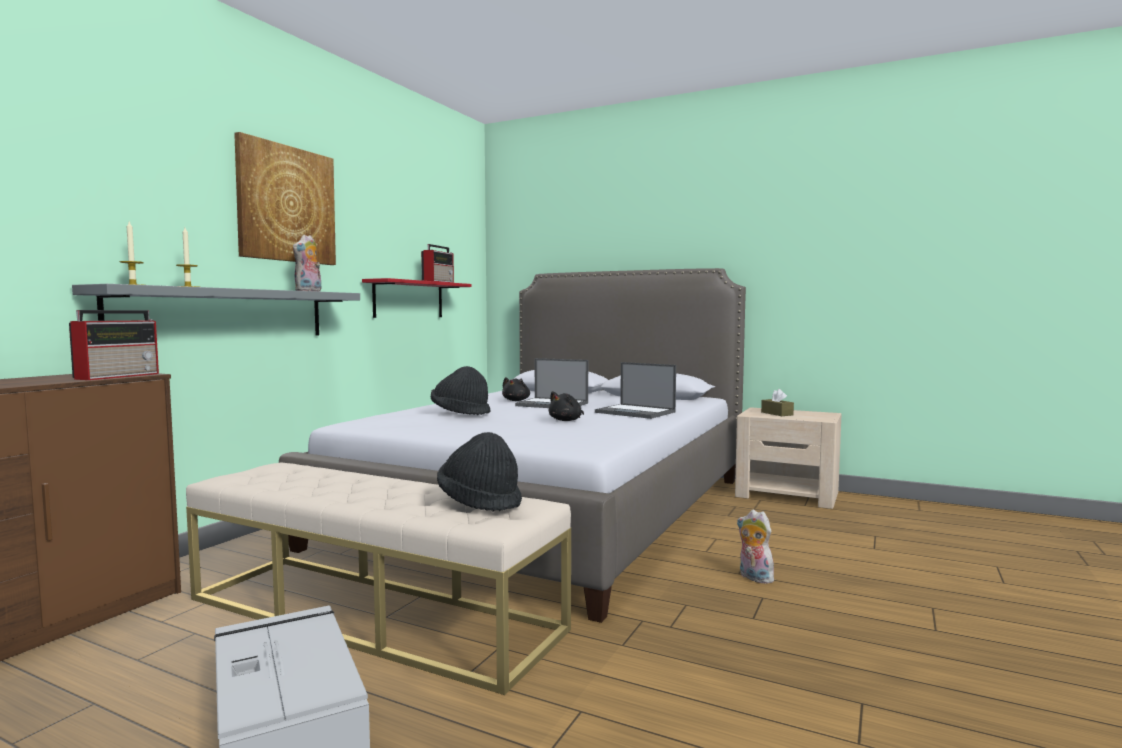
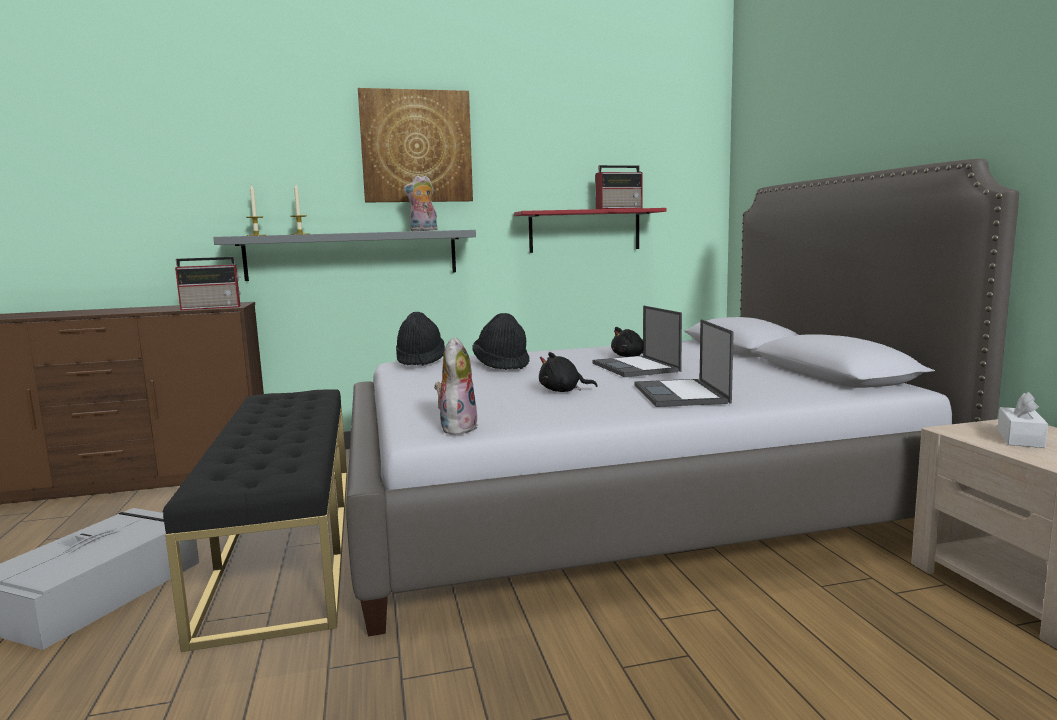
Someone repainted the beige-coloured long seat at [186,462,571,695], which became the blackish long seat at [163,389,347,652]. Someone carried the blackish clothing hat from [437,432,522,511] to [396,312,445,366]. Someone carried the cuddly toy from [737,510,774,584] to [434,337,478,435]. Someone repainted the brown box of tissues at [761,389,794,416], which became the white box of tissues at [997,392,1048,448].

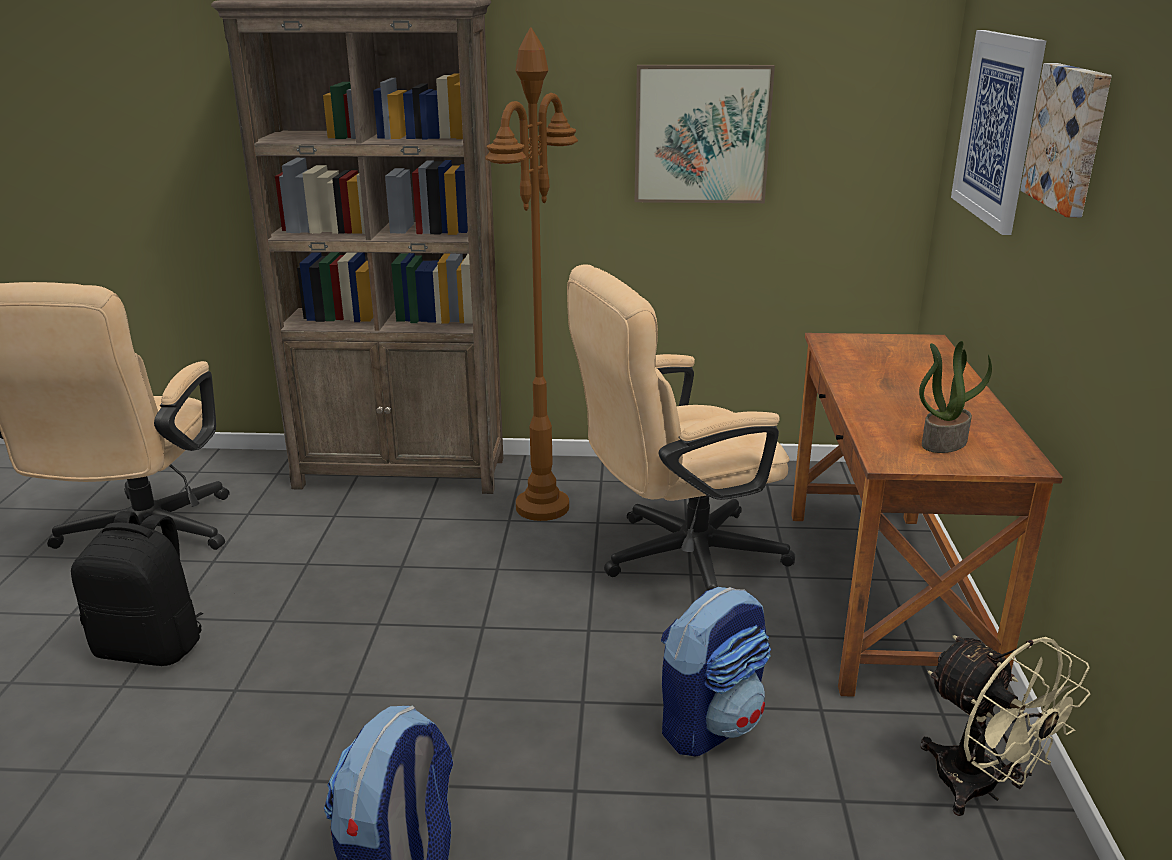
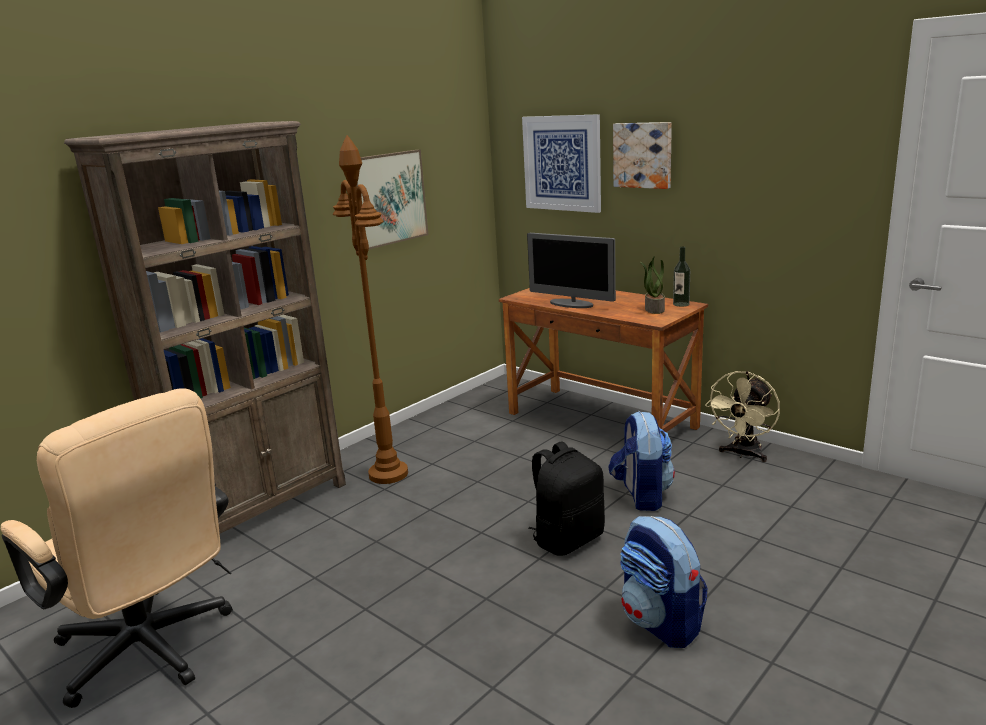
Someone carried the blackish rucksack from [71,511,203,666] to [528,441,605,556]. Someone took away the beige-coloured office chair at [567,264,795,590]. Someone rotated the beige-coloured cooling fan at [920,635,1090,816] by 120 degrees clockwise. Someone put down the computer display at [527,233,616,308]. Someone put down the drink bottle at [673,246,690,307].

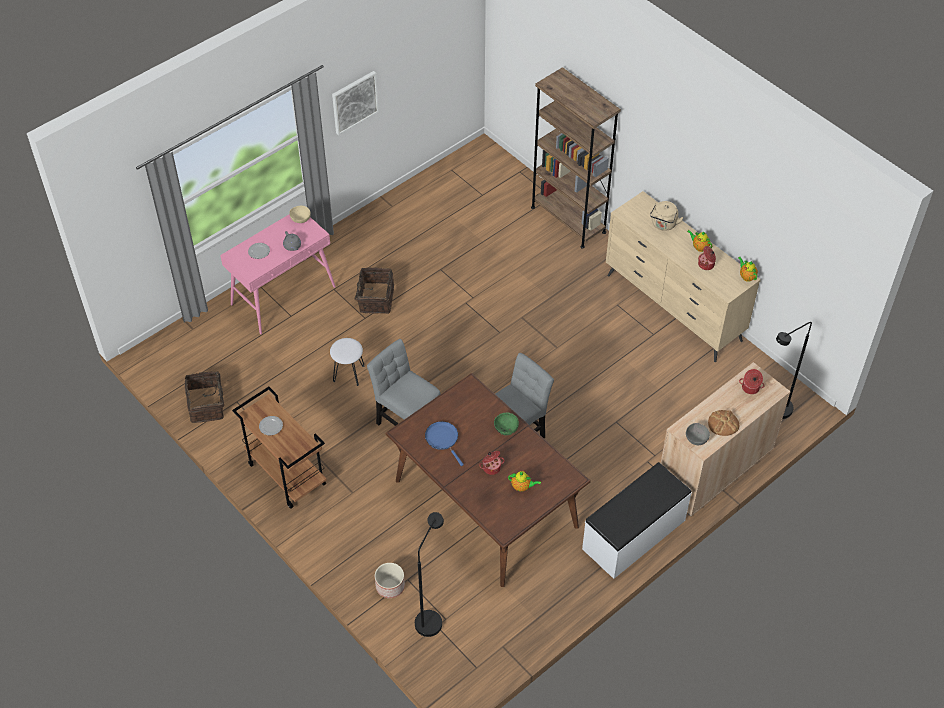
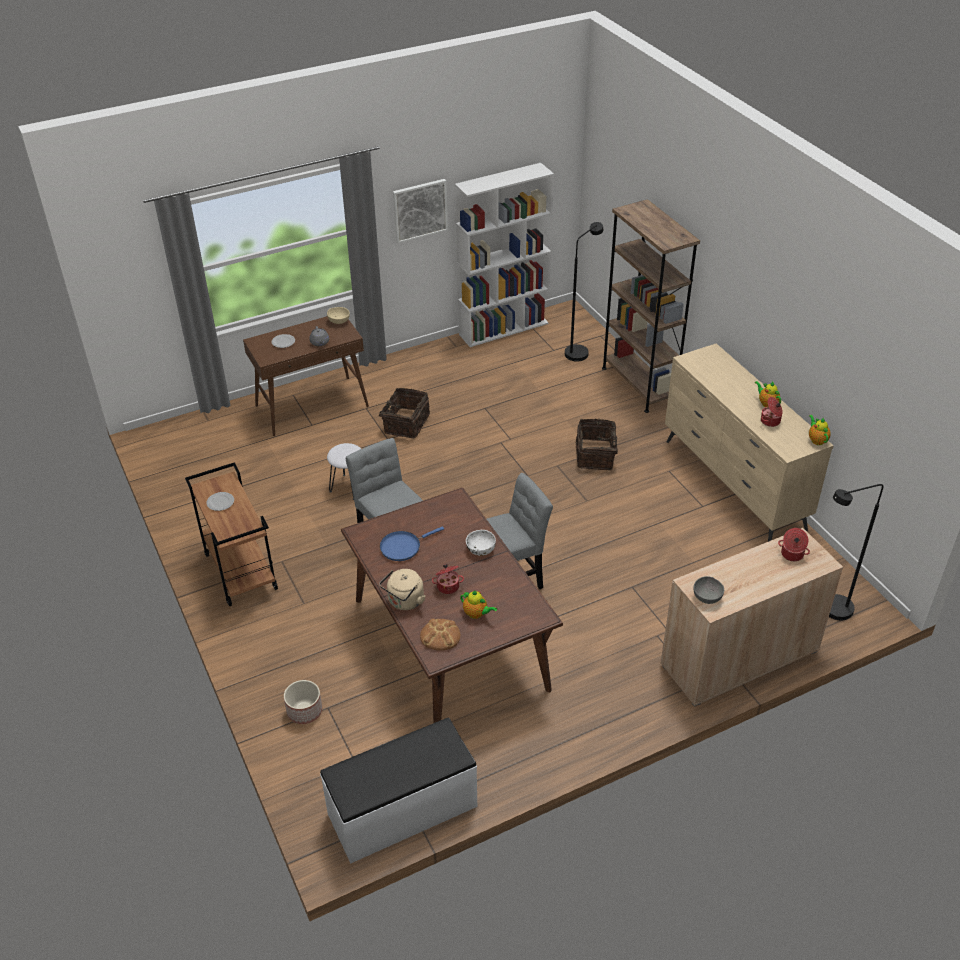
Someone carried the basket from [185,371,227,423] to [576,418,625,470]. Someone repainted the pink-coloured console table at [220,214,336,334], which became the brown console table at [243,316,369,436]. Someone carried the blackish standard lamp from [415,512,444,637] to [565,222,603,362]. Someone rotated the bluish skillet at [425,421,464,466] by 105 degrees counterclockwise. Someone repainted the green-coloured bowl at [494,412,519,435], which became the white bowl at [466,530,496,556]. Someone carried the white long seat from [582,462,692,579] to [320,717,477,864]. Someone carried the beige-coloured water kettle from [650,201,684,231] to [379,569,425,610]. Someone carried the bakery bread from [708,410,739,436] to [420,619,460,651]. Someone put down the white bookshelf at [455,163,554,347].

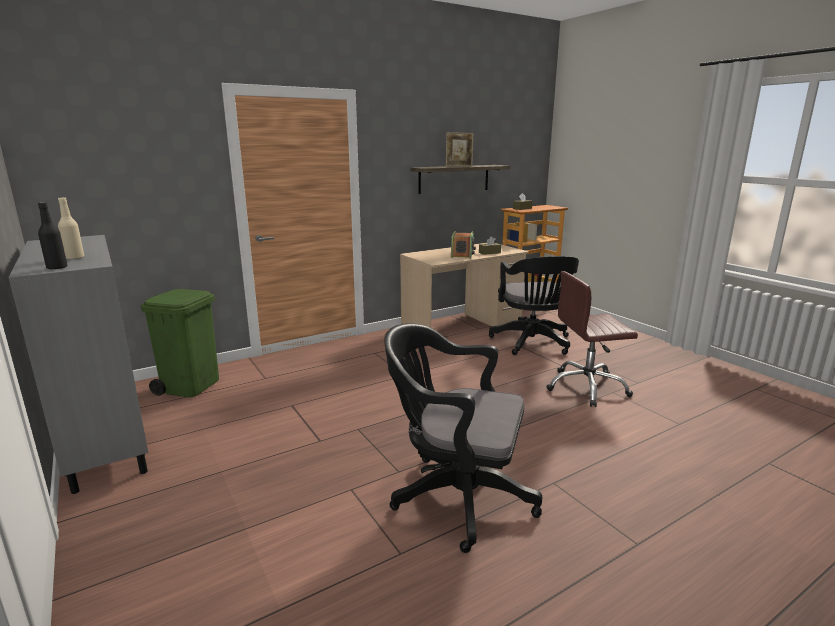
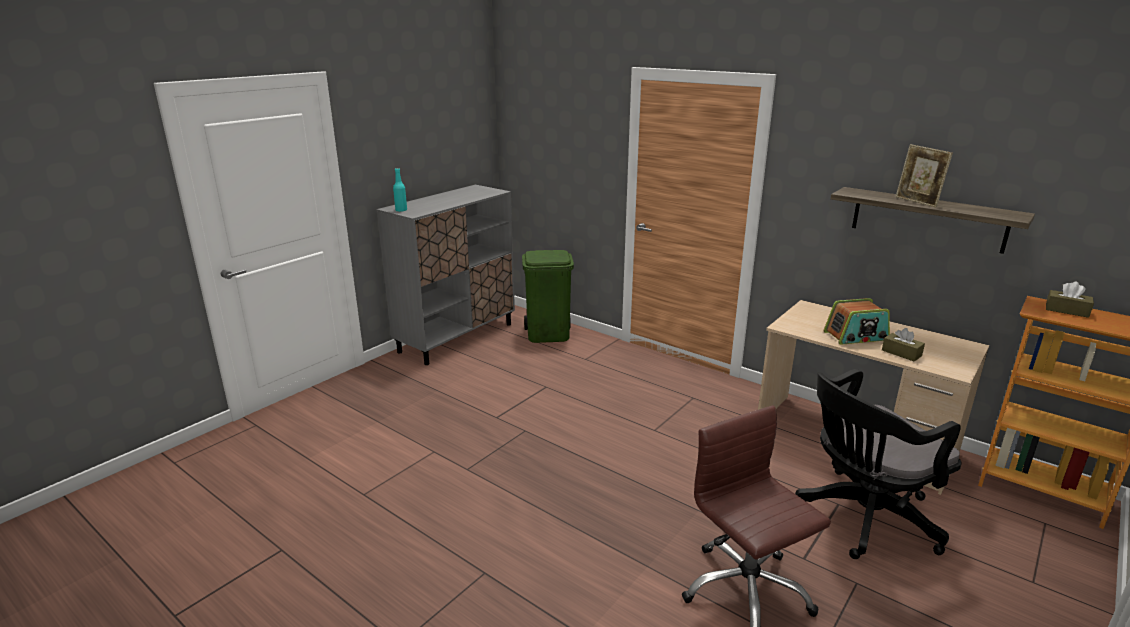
Someone repainted the blackish drink bottle at [38,202,67,270], which became the turquoise-coloured drink bottle at [393,168,407,211]. Someone took away the beige-coloured drink bottle at [58,197,84,259]. Someone took away the blackish office chair at [384,323,542,553].

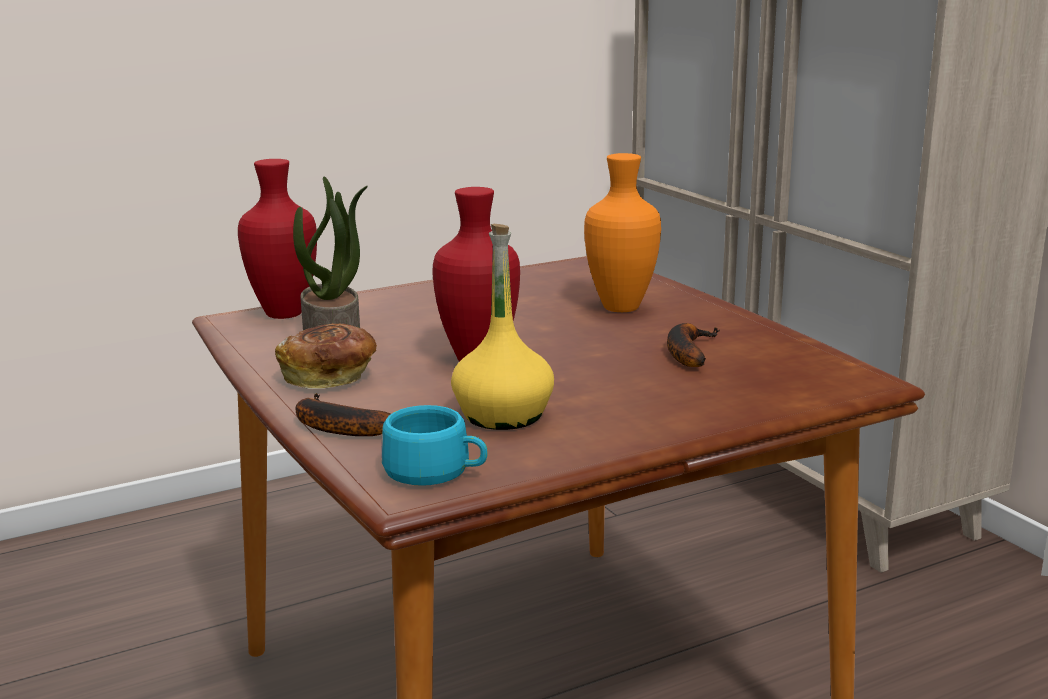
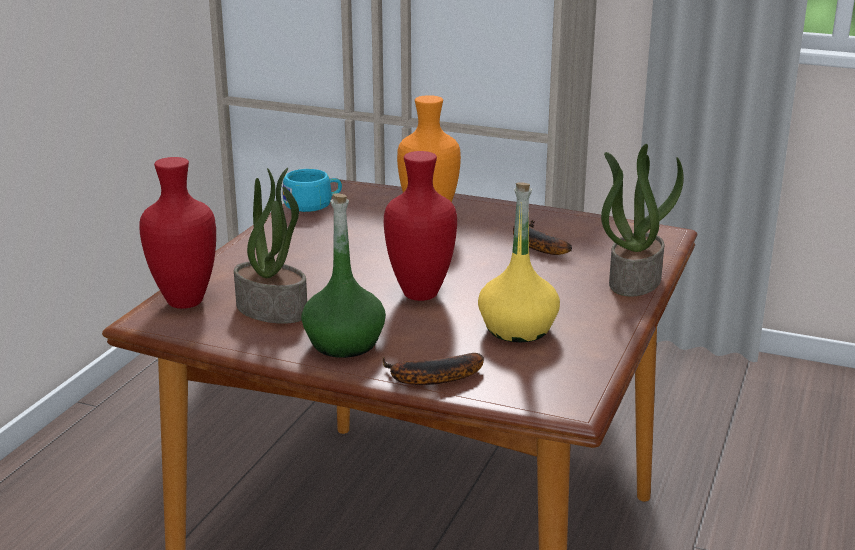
Someone swapped the bakery bread at [275,323,377,389] for the green-coloured drink bottle at [301,193,386,358]. Someone carried the turquoise-coloured small cup from [381,405,488,486] to [283,169,342,212]. Someone put down the plant in a pot at [601,144,684,297].

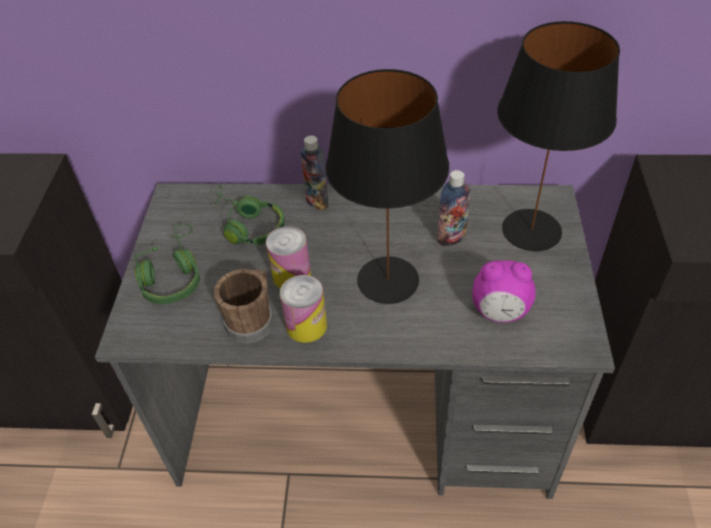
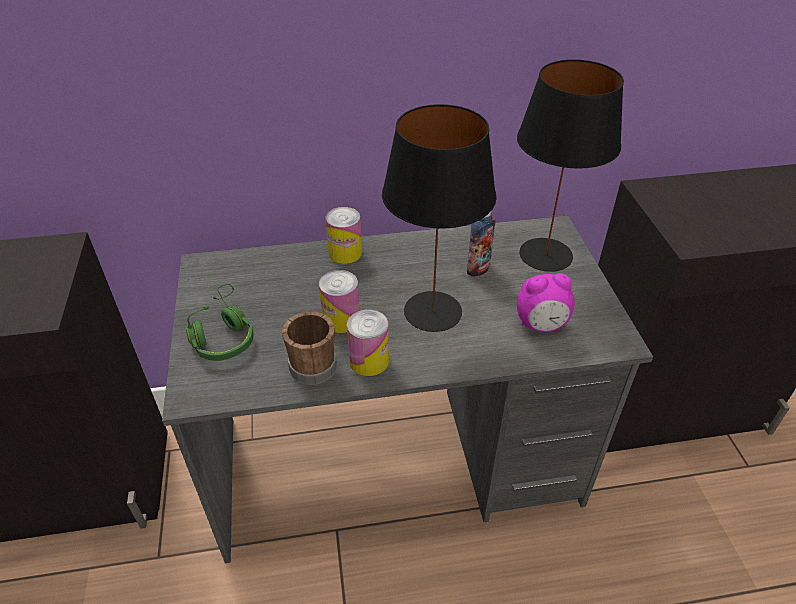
Someone took away the green-coloured headphones at [213,185,285,245]. Someone swapped the drink bottle at [300,135,329,211] for the sealed can at [325,207,362,264].

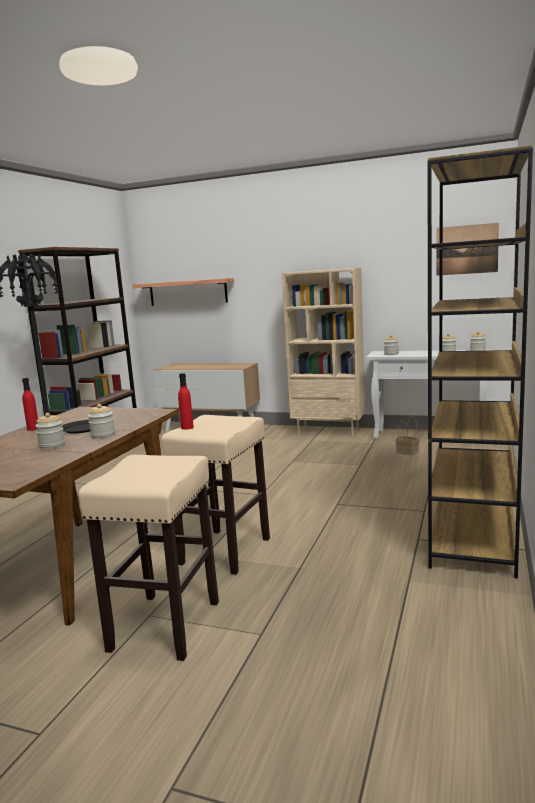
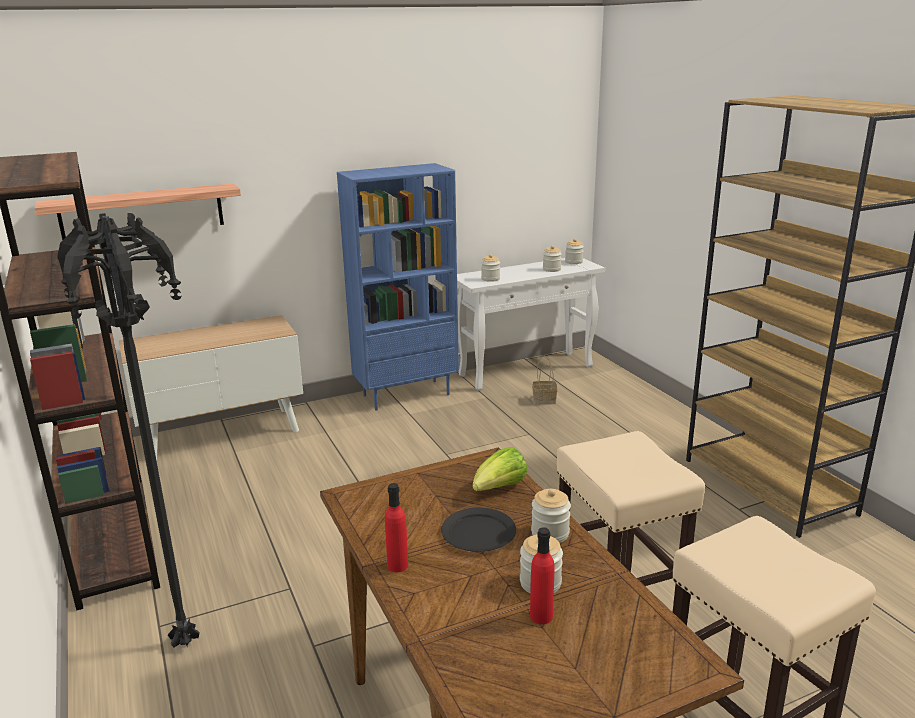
Someone carried the reddish drink bottle from [178,373,194,430] to [530,527,554,624]. Someone repainted the beige-coloured bookshelf at [282,268,365,437], which became the bluish bookshelf at [337,163,459,410]. Someone took away the picture at [437,223,499,275]. Someone put down the lettuce at [472,447,528,491].

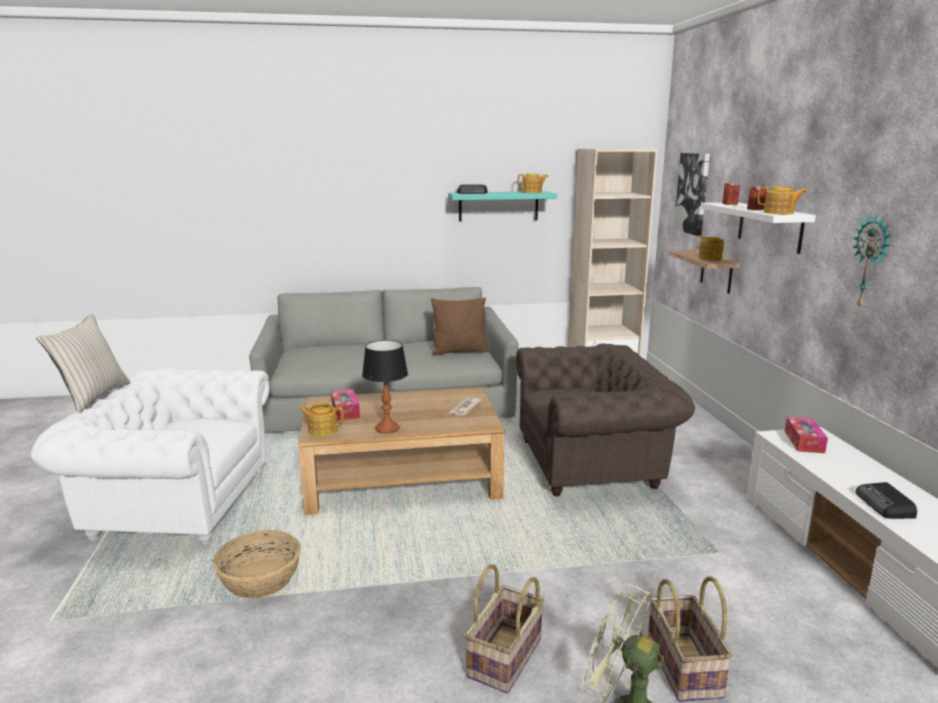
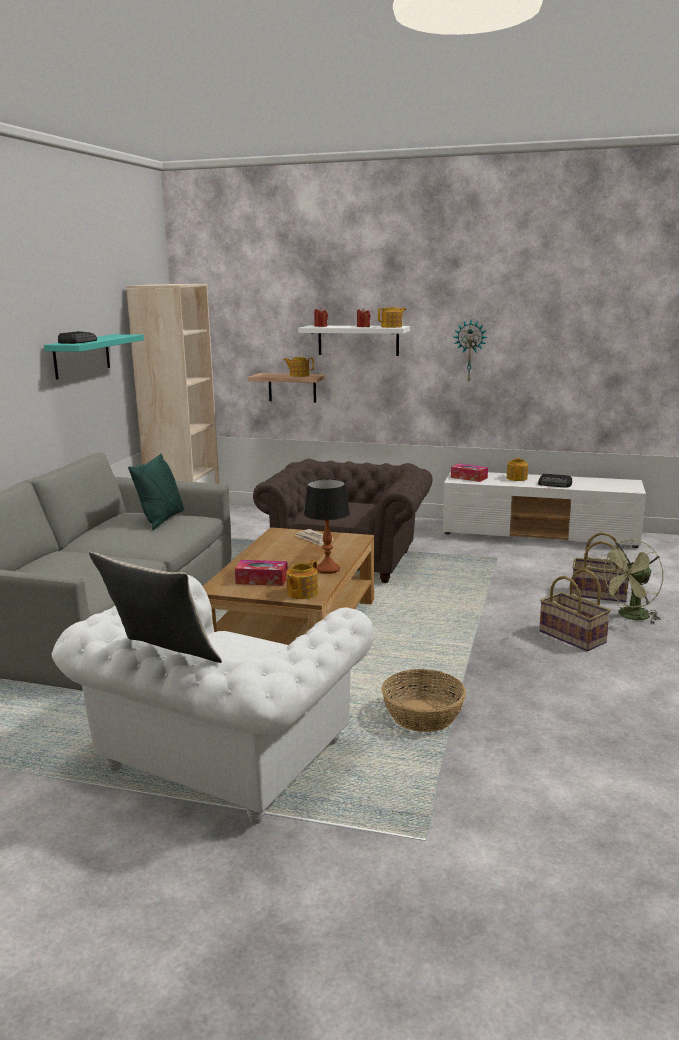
Someone repainted the brown throw pillow at [431,297,489,356], which became the green-coloured throw pillow at [128,454,184,530]. Someone carried the teapot from [518,174,548,193] to [507,457,528,481]. Someone took away the picture at [674,153,710,236].

